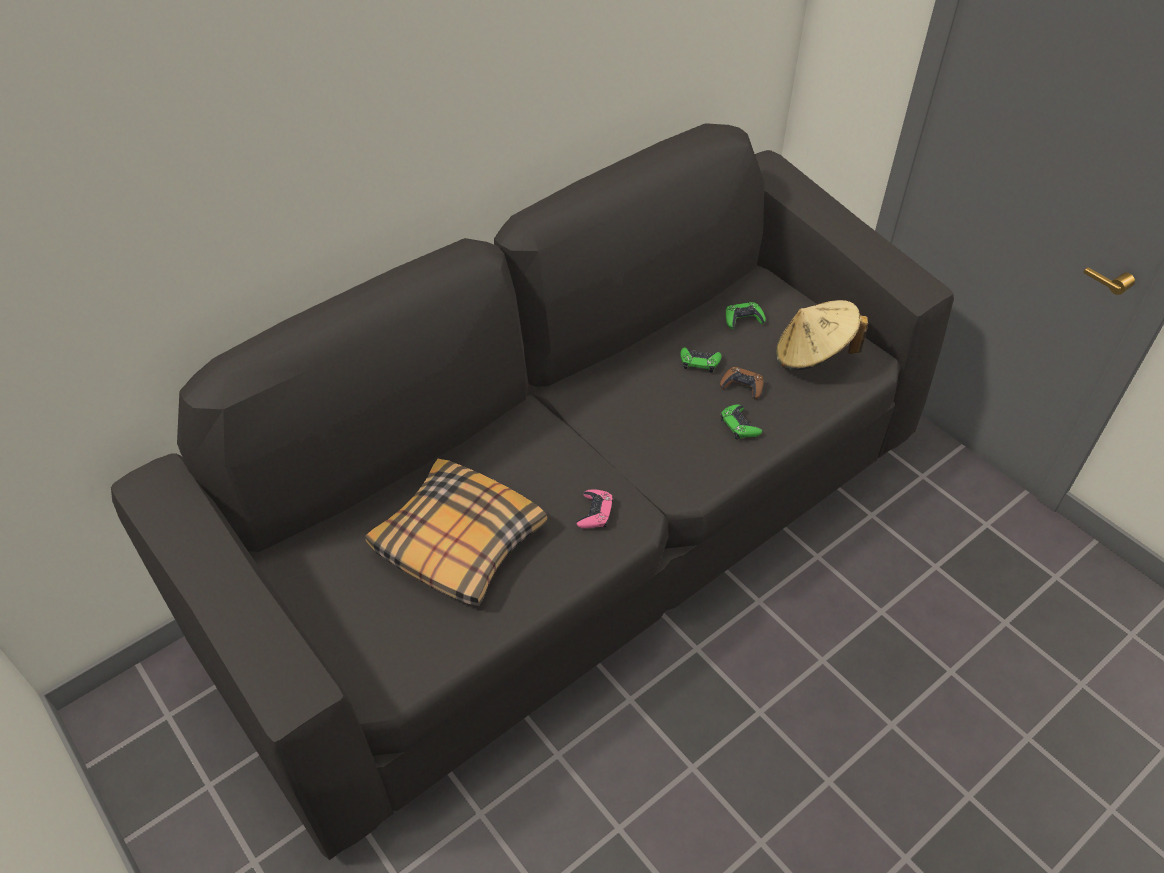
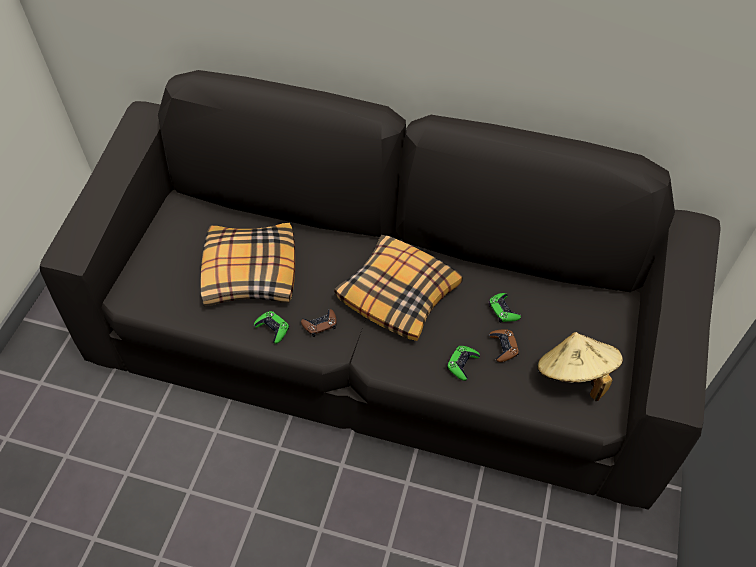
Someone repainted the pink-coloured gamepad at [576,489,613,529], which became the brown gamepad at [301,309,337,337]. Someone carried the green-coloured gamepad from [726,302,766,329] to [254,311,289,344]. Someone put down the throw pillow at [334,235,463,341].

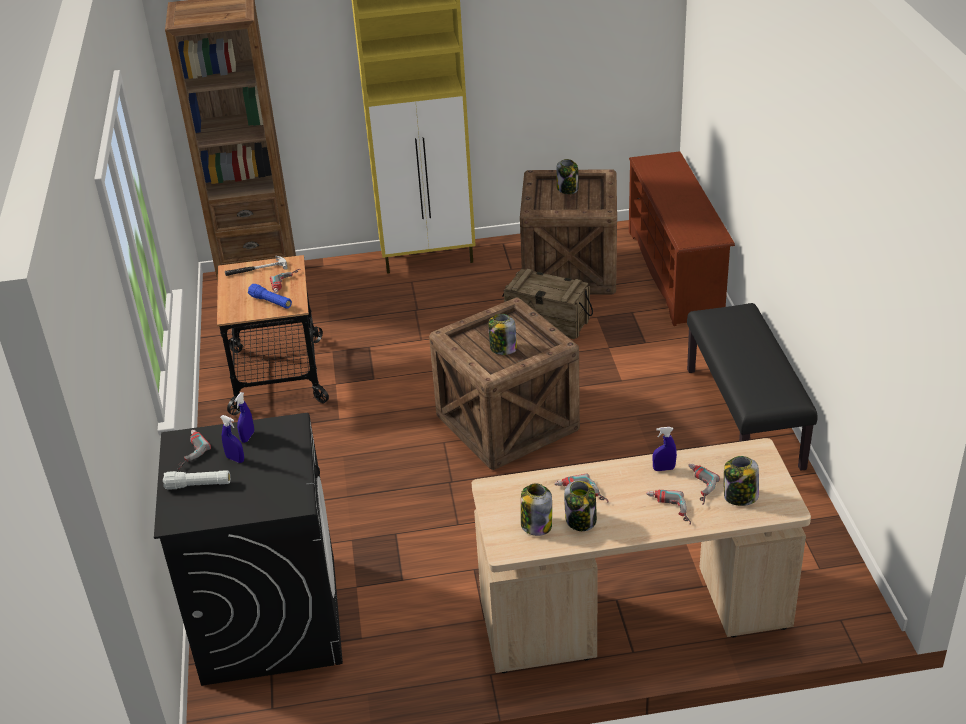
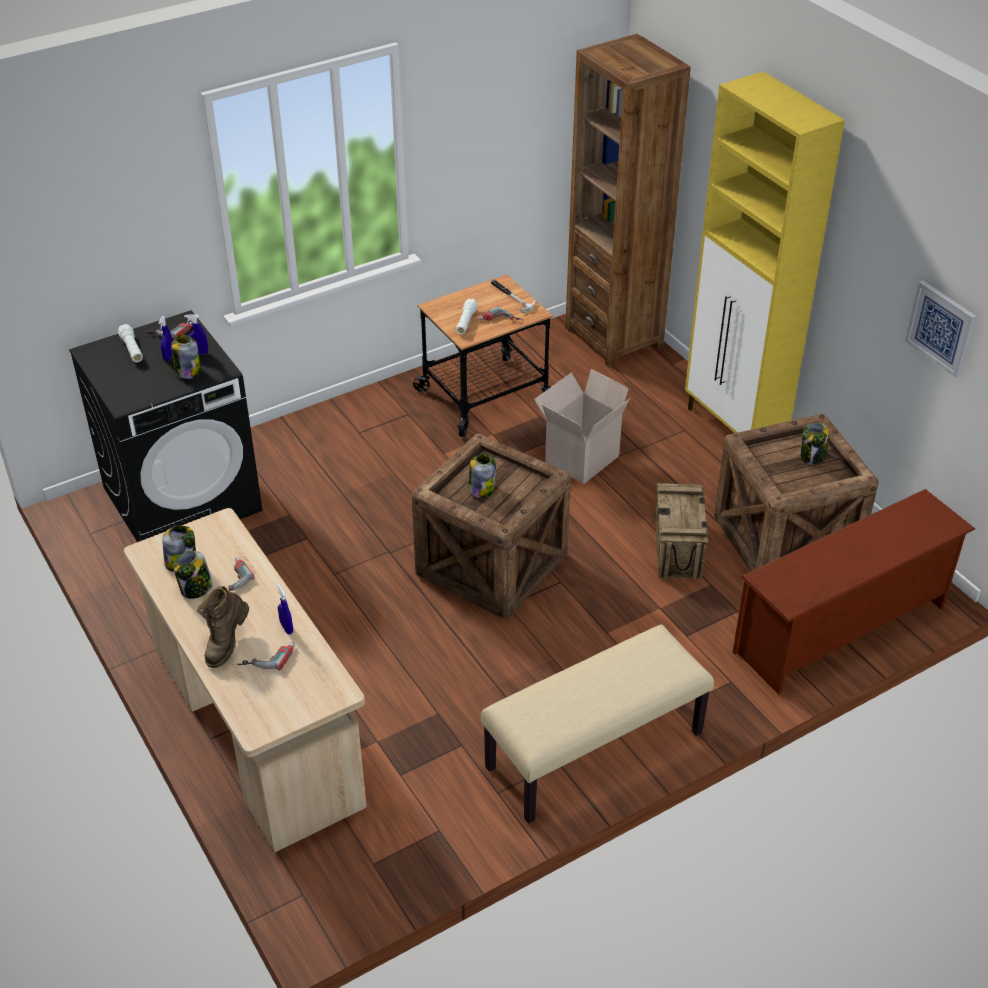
Someone repainted the bluish flashlight at [248,284,292,309], which became the white flashlight at [456,299,477,334]. Someone swapped the electric drill at [646,490,691,525] for the brown high-top boot at [197,586,249,668]. Someone repainted the blackish long seat at [687,303,817,471], which became the beige-coloured long seat at [481,625,714,824]. Someone carried the jar from [724,456,759,506] to [171,335,201,379]. Someone put down the cardboard box at [534,369,630,484]. Someone put up the picture at [905,280,977,378].

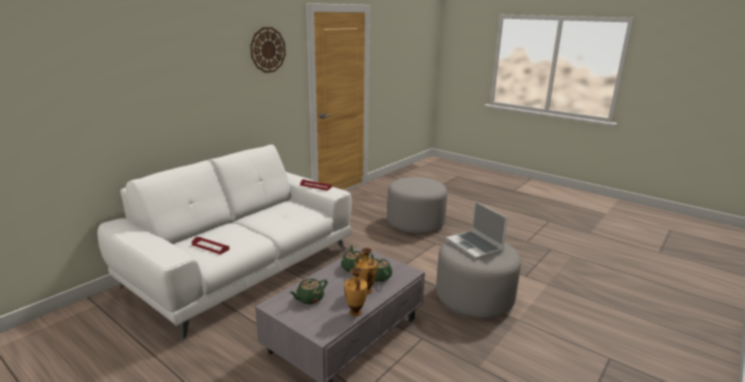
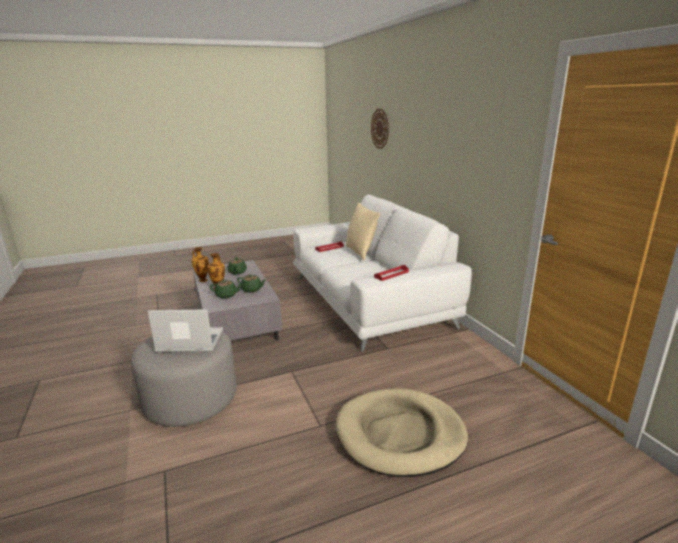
Someone carried the wall clock from [250,27,286,73] to [371,109,389,149]. Someone swapped the grey footrest at [387,177,447,234] for the beige-coloured dog bed at [336,388,468,477]. Someone put down the beige-coloured throw pillow at [346,203,380,260].

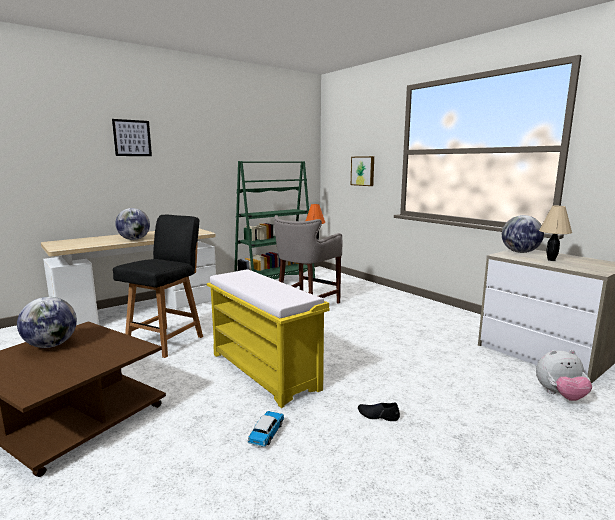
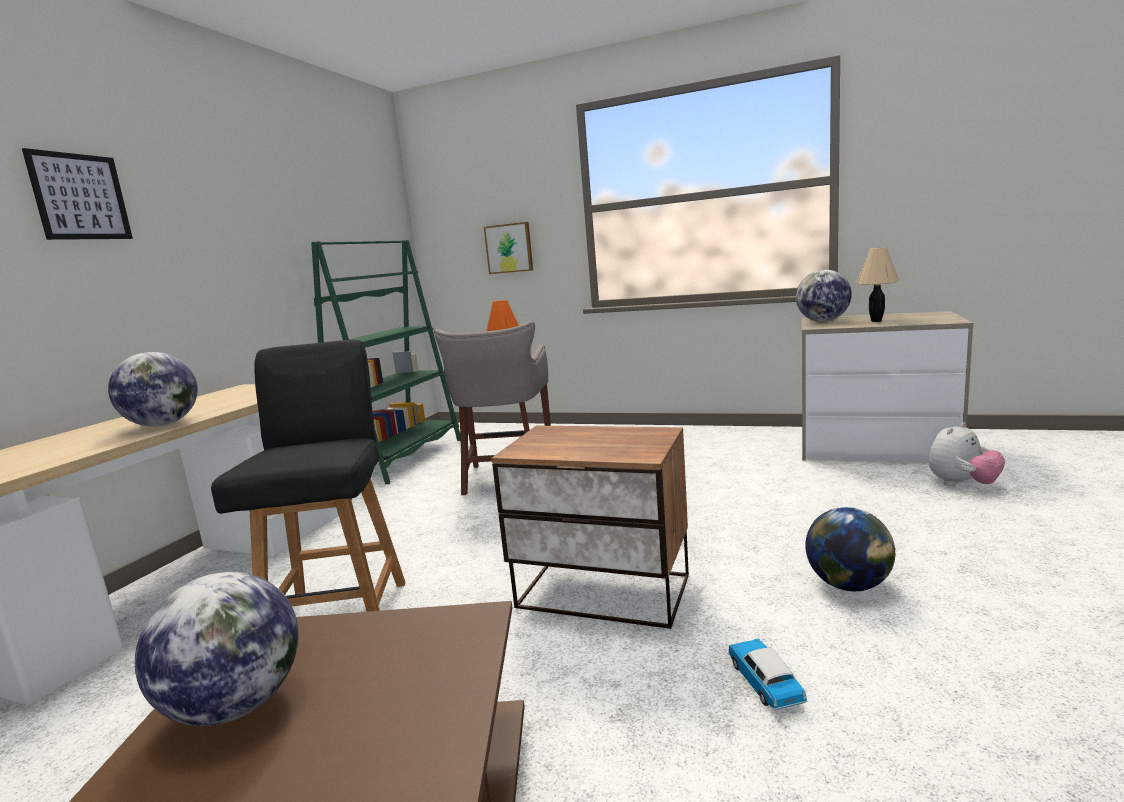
Someone swapped the yellowish long seat at [207,269,329,408] for the bedside table at [491,425,689,629]. Someone swapped the blackish shoe at [358,403,400,421] for the globe at [805,507,895,591].

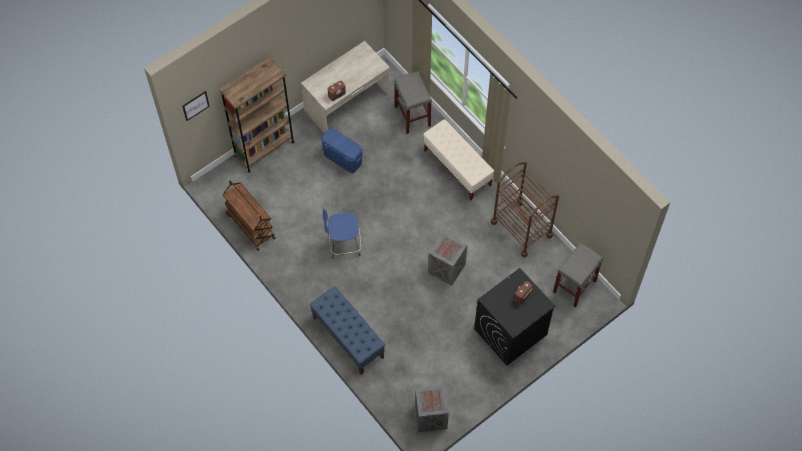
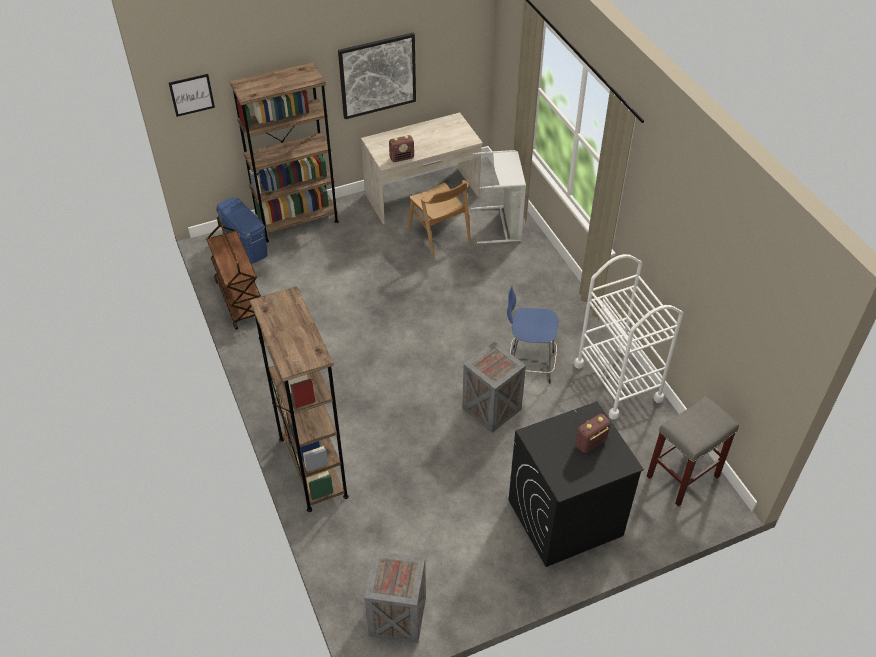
Someone swapped the bluish long seat at [310,286,385,375] for the brown bookshelf at [250,286,349,512]. Someone carried the bluish storage bin from [321,128,363,173] to [216,197,268,264]. Someone carried the bluish sitting stool from [322,208,361,259] to [507,285,558,384]. Someone swapped the grey sitting stool at [394,71,432,134] for the grey washing basket at [471,150,526,244]. Someone took away the beige-coloured long seat at [423,119,494,200]. Someone repainted the brown trolley at [491,162,559,257], which became the white trolley at [574,254,683,420]. Someone put up the picture at [338,33,416,119]. Someone put down the brown upright chair at [408,180,471,258].

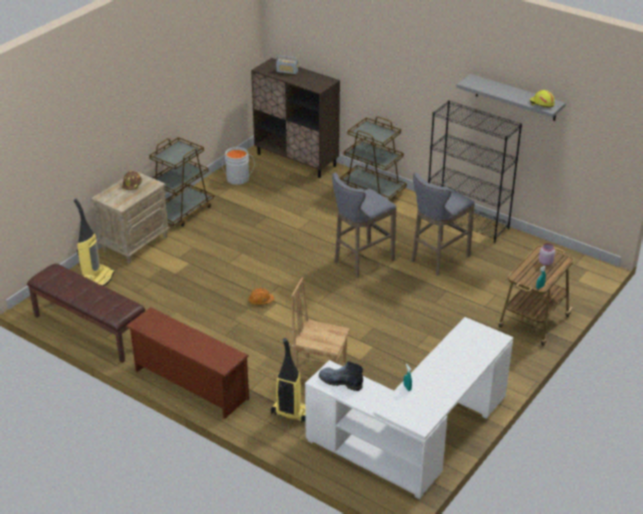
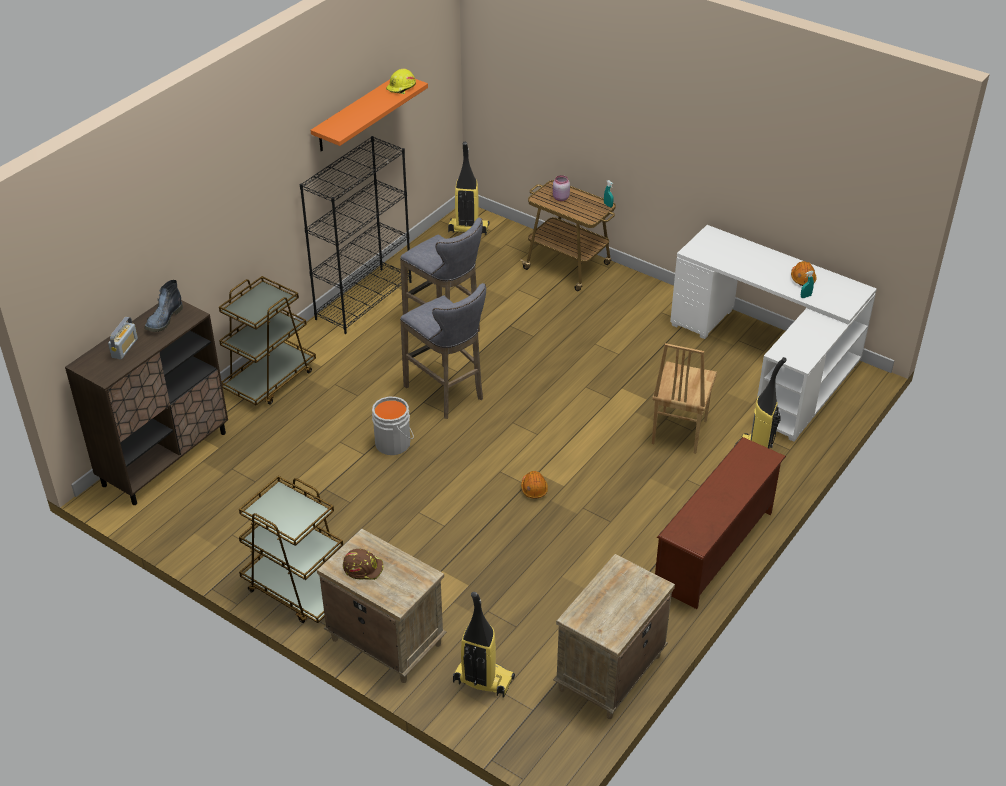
Someone swapped the brown long seat at [27,263,145,363] for the beige-coloured bedside table at [553,554,675,719]. Someone carried the grey pail from [222,147,255,185] to [372,396,414,455]. Someone carried the high-top boot from [319,361,363,391] to [145,280,183,332]. Someone repainted the grey shelf at [456,74,566,121], which became the orange-coloured shelf at [311,79,428,152]. Someone put down the vacuum cleaner at [448,142,489,235]. Someone put down the orange-coloured hard hat at [791,261,817,286].

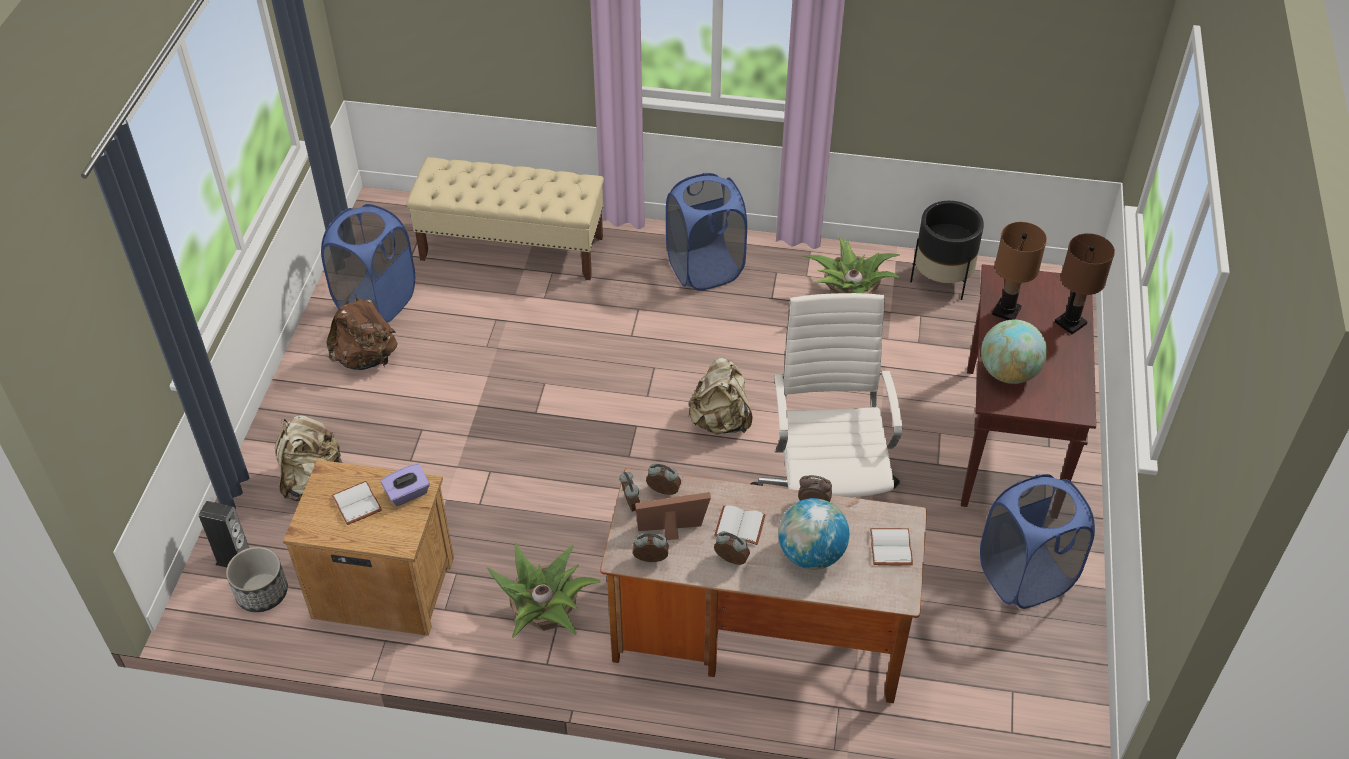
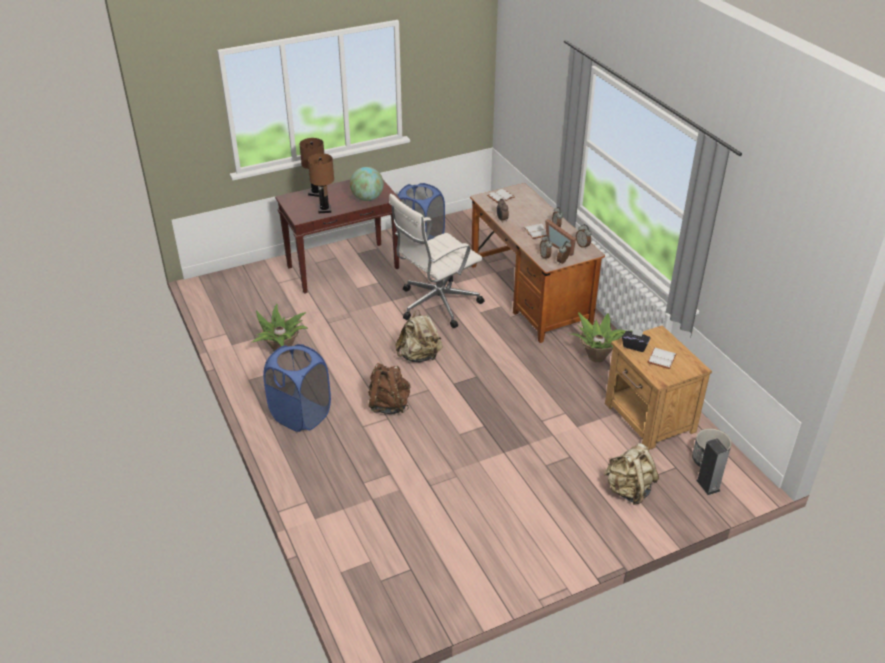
Someone took away the bluish washing basket at [321,204,415,322]. Someone carried the brown rucksack from [326,292,397,370] to [368,363,410,414]. Someone repainted the purple-coloured box of tissues at [381,464,430,506], which became the blackish box of tissues at [622,328,650,352]. Someone took away the beige-coloured long seat at [407,157,604,280]. Someone took away the globe at [778,498,849,569]. Someone took away the blackish plant pot at [910,201,984,300].

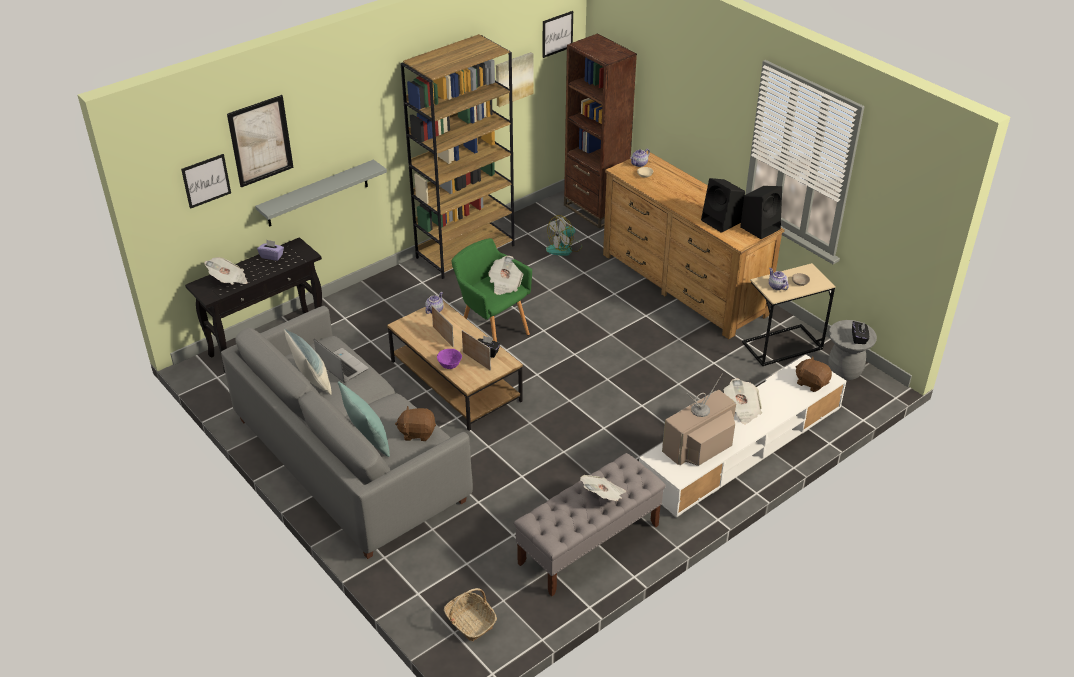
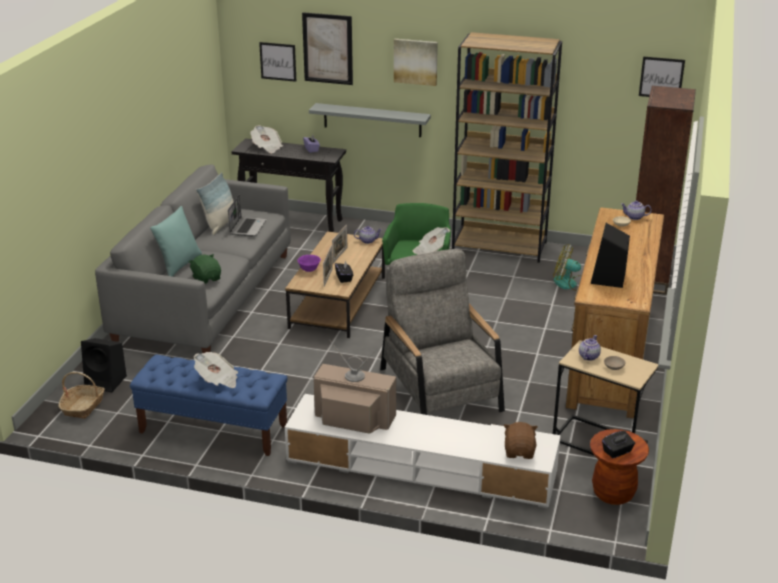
Someone repainted the brown cuddly toy at [395,406,436,441], which became the green-coloured cuddly toy at [188,254,221,284]. Someone carried the picture from [496,52,534,107] to [394,39,438,86]. Someone repainted the grey long seat at [514,453,666,597], which became the bluish long seat at [130,355,288,456]. Someone took away the newspaper at [724,378,762,424]. Someone carried the blackish speaker from [740,186,782,239] to [81,338,127,392]. Someone repainted the grey sitting stool at [828,320,877,380], which became the brown sitting stool at [590,429,649,505]. Someone put down the grey armchair at [380,249,505,415].

